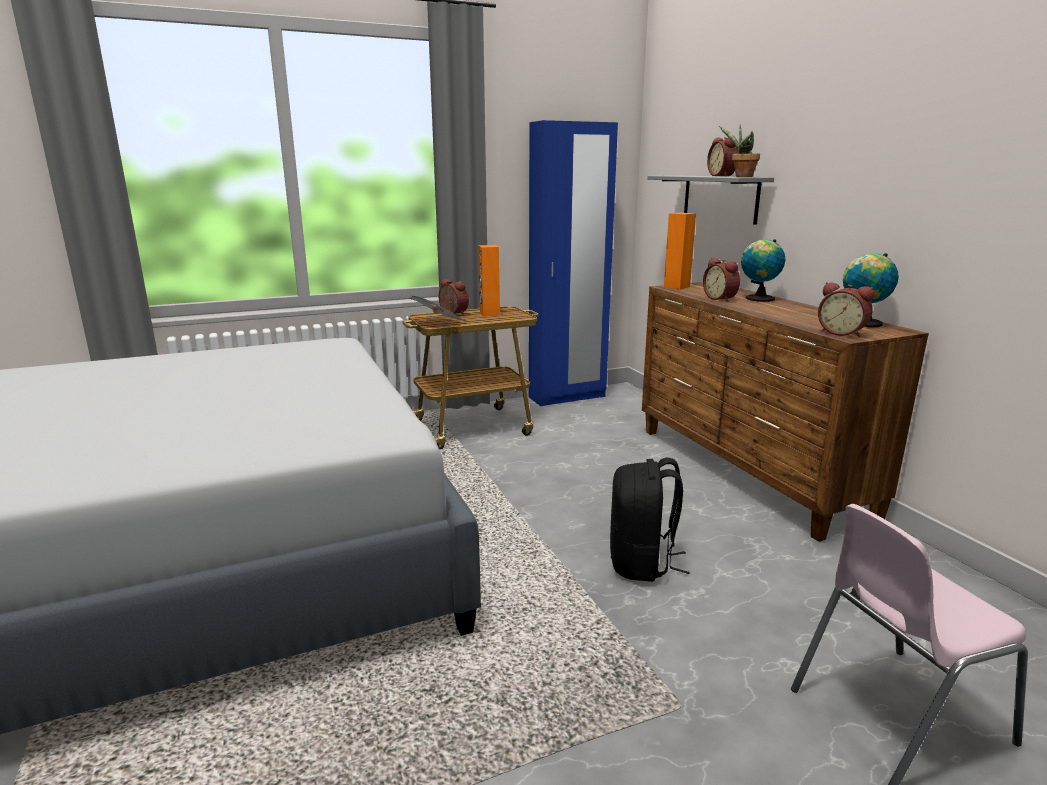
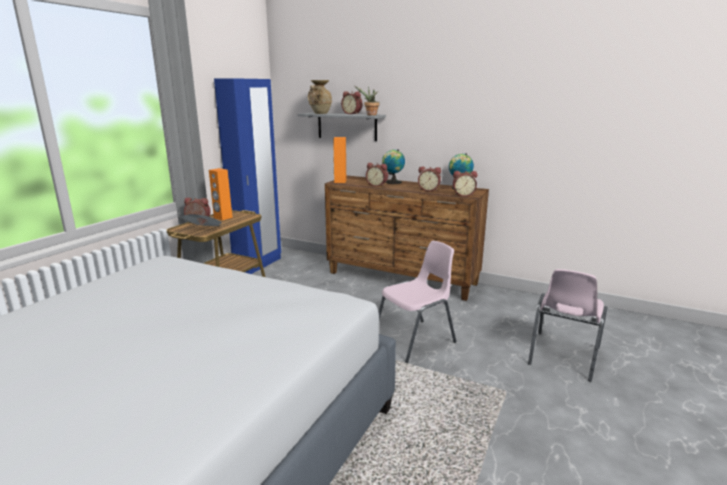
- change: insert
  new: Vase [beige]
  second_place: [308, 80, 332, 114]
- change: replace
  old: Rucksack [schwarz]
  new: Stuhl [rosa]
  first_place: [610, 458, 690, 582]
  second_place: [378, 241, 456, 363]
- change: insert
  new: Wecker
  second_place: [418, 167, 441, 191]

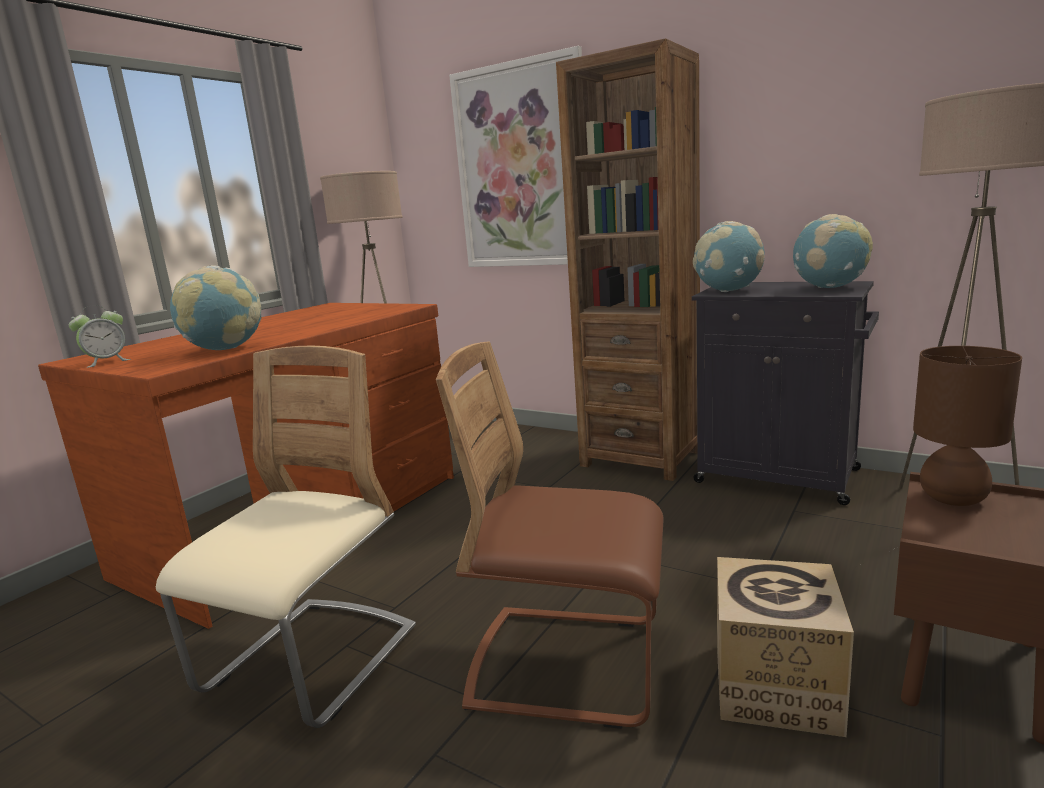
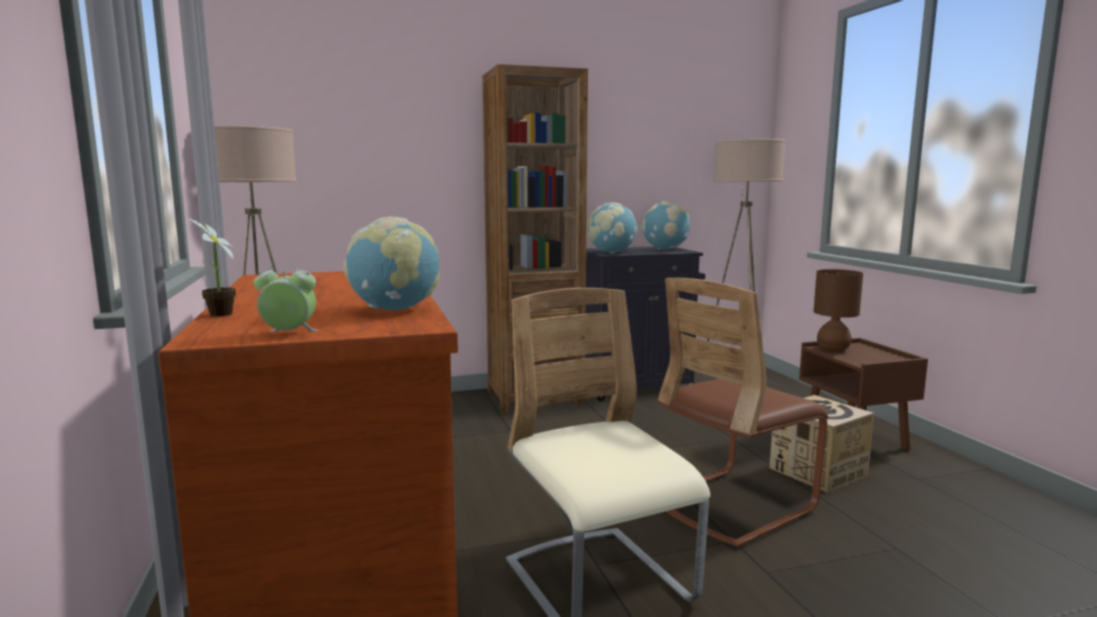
- change: insert
  new: Topfpflanze
  second_place: [188, 218, 236, 317]
- change: rotate
  old: Wecker
  first_place: [69, 305, 131, 368]
  second_place: [253, 261, 319, 332]
  degrees: -90
- change: delete
  old: Bild
  first_place: [449, 46, 582, 267]

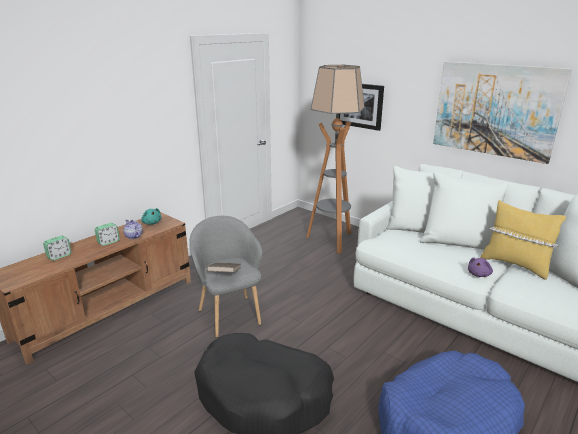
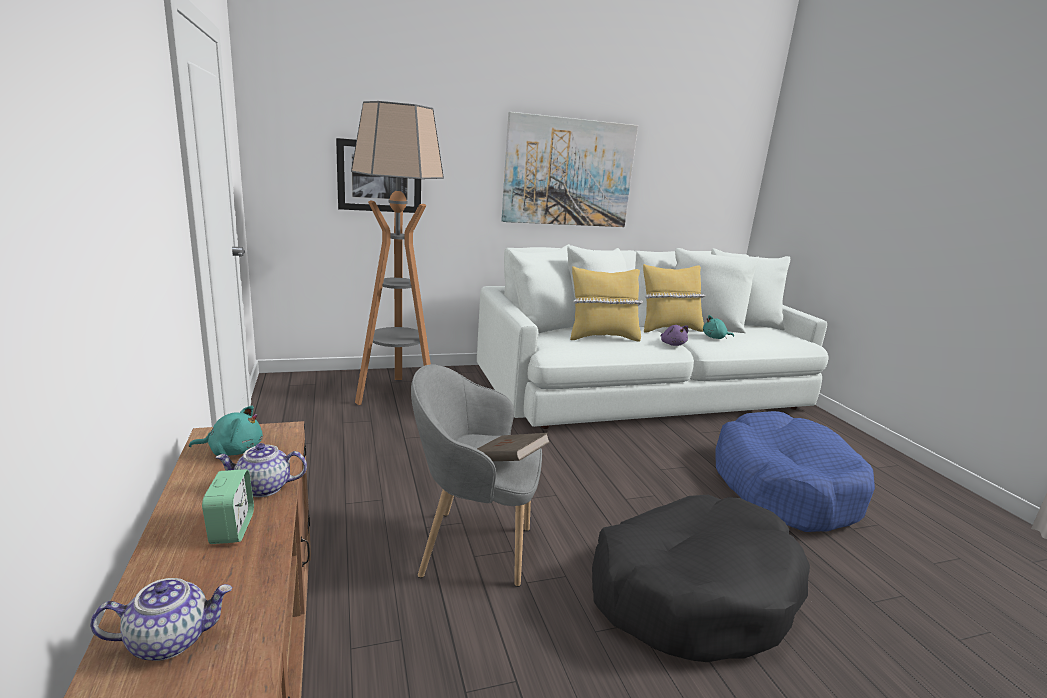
- change: replace
  old: Wecker
  new: Teekanne
  first_place: [43, 235, 72, 261]
  second_place: [90, 578, 232, 661]
- change: insert
  new: Kissen [gelb]
  second_place: [570, 266, 643, 342]
- change: insert
  new: Plüschtier [türkis]
  second_place: [703, 315, 734, 339]

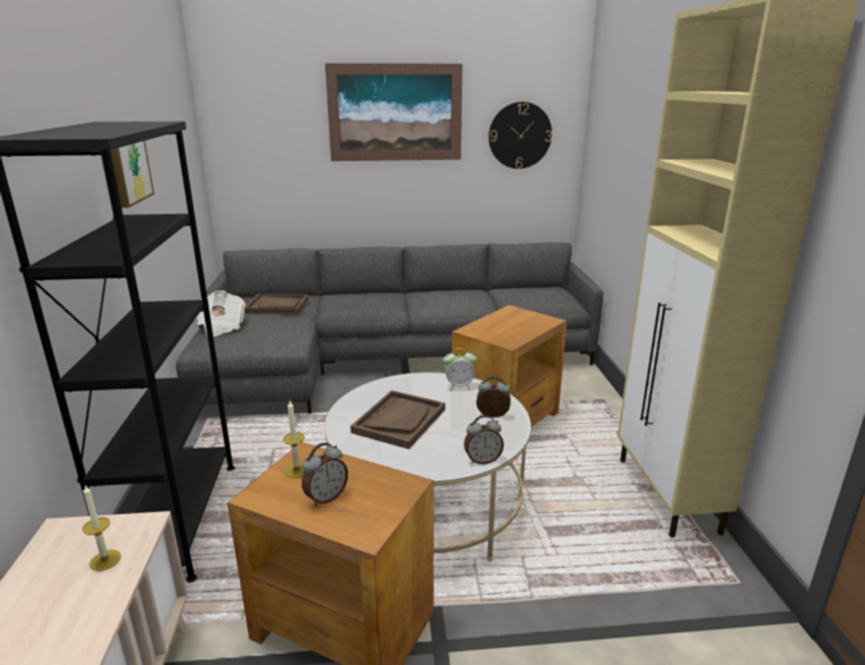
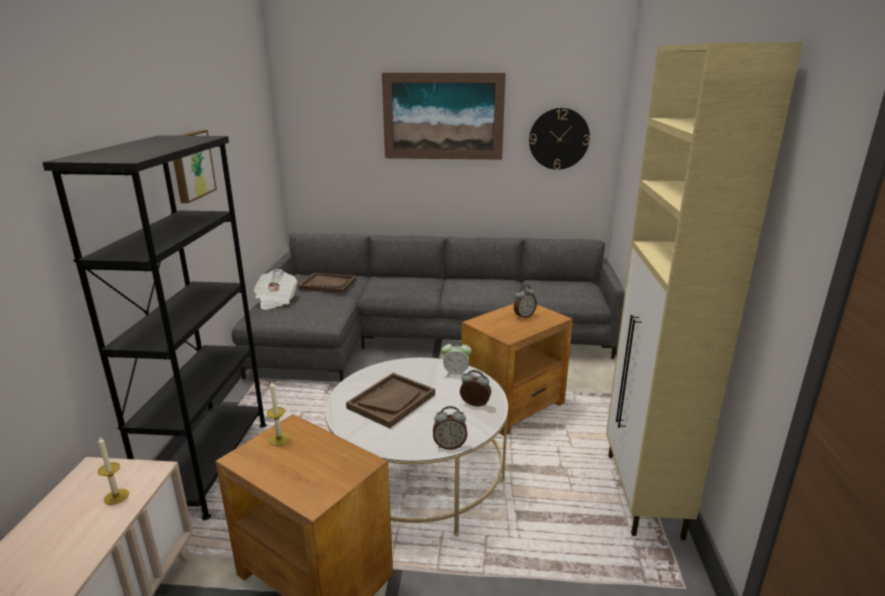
- change: move
  old: Wecker
  first_place: [302, 443, 348, 506]
  second_place: [514, 285, 537, 319]

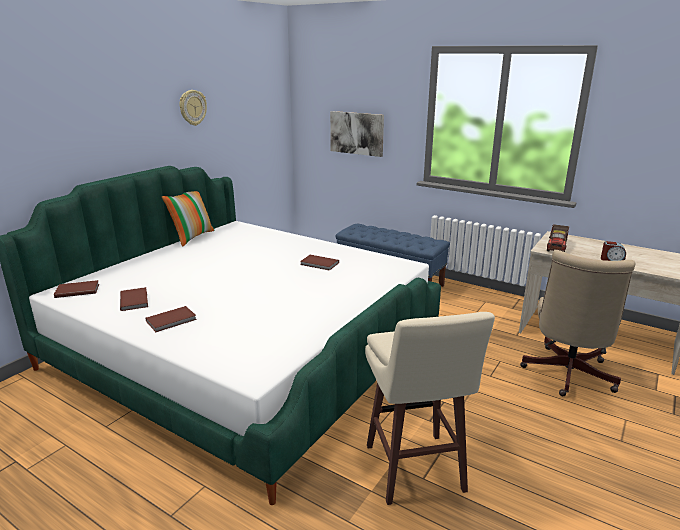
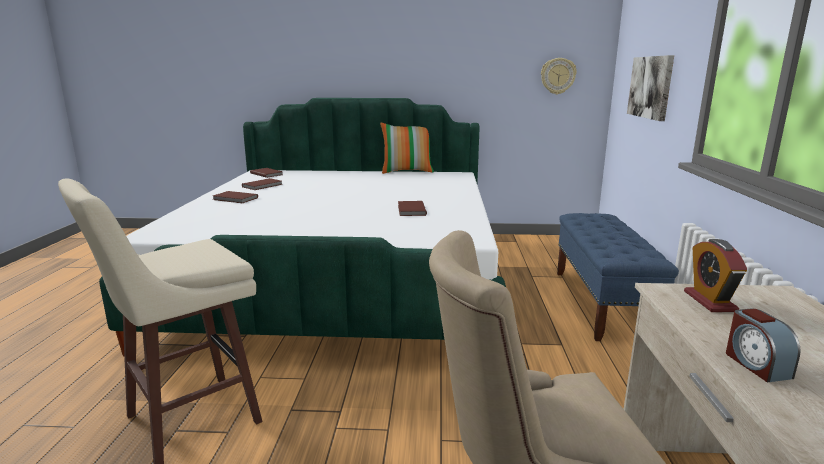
- change: move
  old: Wanduhr
  first_place: [179, 90, 207, 126]
  second_place: [541, 58, 577, 95]
- change: replace
  old: Spielzeuglaster
  new: Wecker
  first_place: [547, 224, 569, 252]
  second_place: [684, 239, 747, 312]

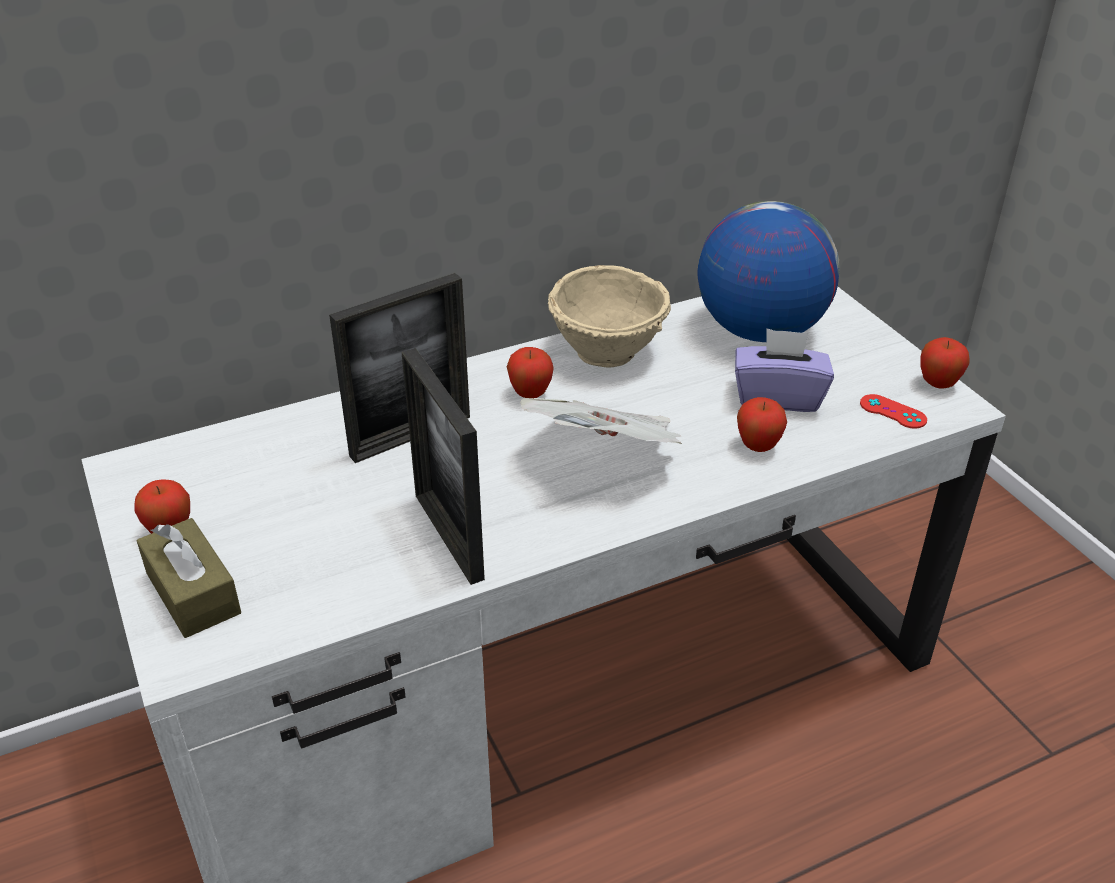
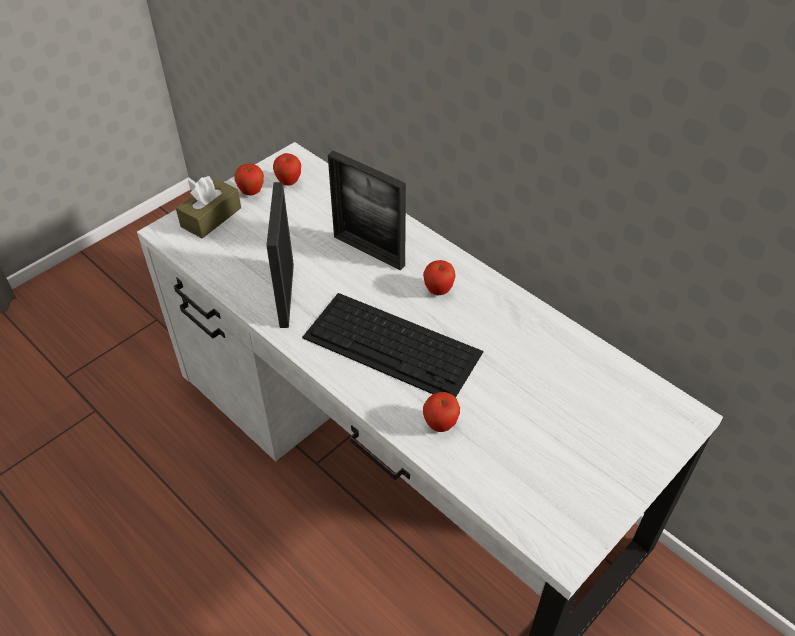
- change: rotate
  old: Bilderrahmen
  first_place: [401, 348, 485, 585]
  second_place: [266, 182, 294, 328]
  degrees: -45
- change: move
  old: Apfel
  first_place: [921, 337, 969, 389]
  second_place: [273, 153, 301, 186]
- change: replace
  old: Zeitung
  new: Tastatur
  first_place: [520, 398, 681, 444]
  second_place: [302, 293, 483, 397]
- change: delete
  old: Schüssel [beige]
  first_place: [548, 265, 671, 368]
- change: delete
  old: Globus
  first_place: [698, 201, 840, 342]
- change: delete
  old: Taschentuchbox [lila]
  first_place: [735, 328, 834, 412]
- change: delete
  old: Gamepad [rot]
  first_place: [860, 394, 927, 429]

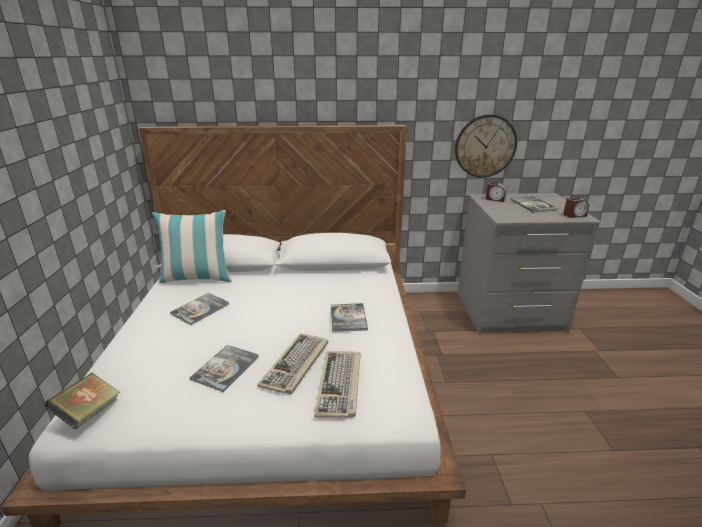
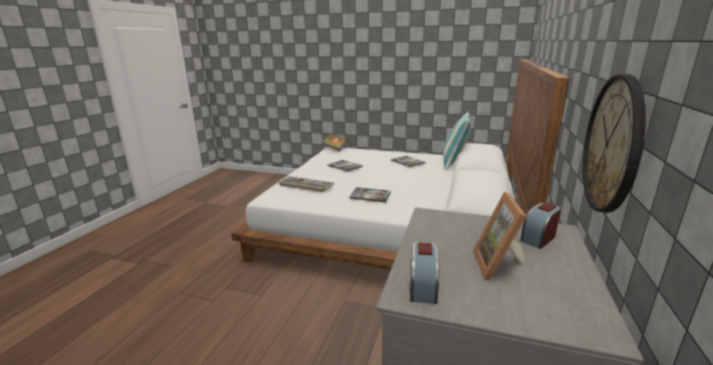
- change: replace
  old: Buch
  new: Bilderrahmen
  first_place: [511, 196, 558, 213]
  second_place: [473, 192, 527, 281]
- change: delete
  old: Tastatur
  first_place: [257, 333, 328, 394]

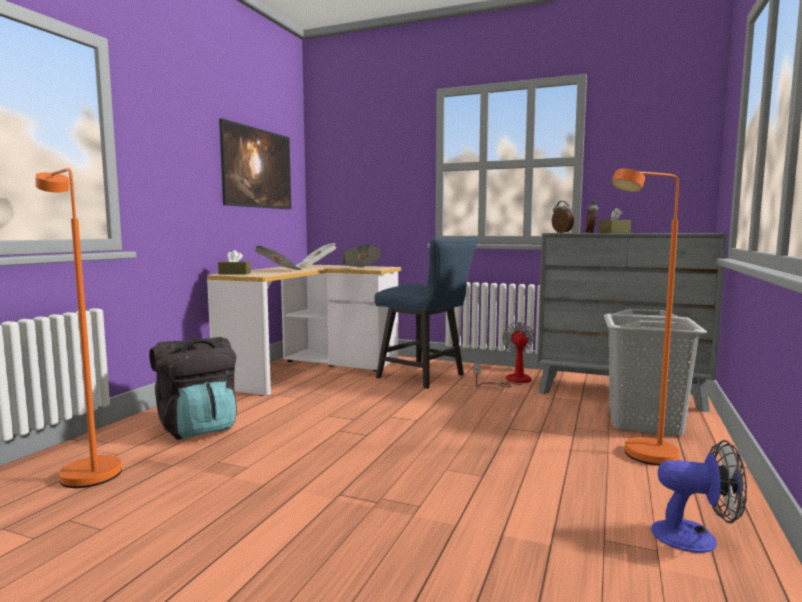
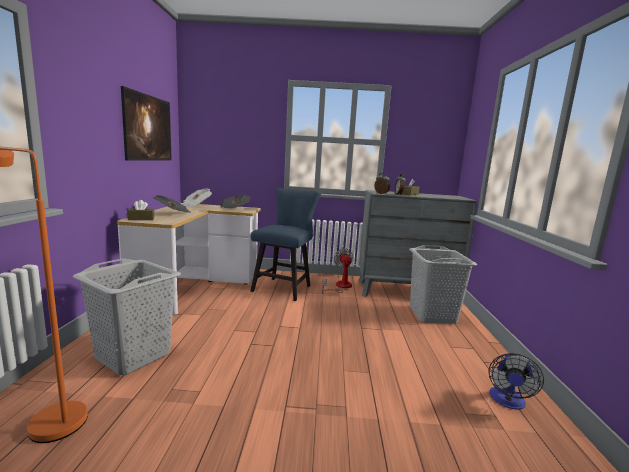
- change: replace
  old: Rucksack [schwarz]
  new: Wäschekorb [grau]
  first_place: [149, 337, 237, 440]
  second_place: [73, 258, 181, 375]
- change: rotate
  old: Stuhl [blau]
  first_place: [374, 237, 478, 389]
  second_place: [250, 188, 321, 301]
  degrees: -90
- change: rotate
  old: Ventilator
  first_place: [651, 440, 747, 553]
  second_place: [488, 353, 544, 409]
  degrees: 120
- change: delete
  old: Stehlampe [orange]
  first_place: [611, 168, 679, 465]

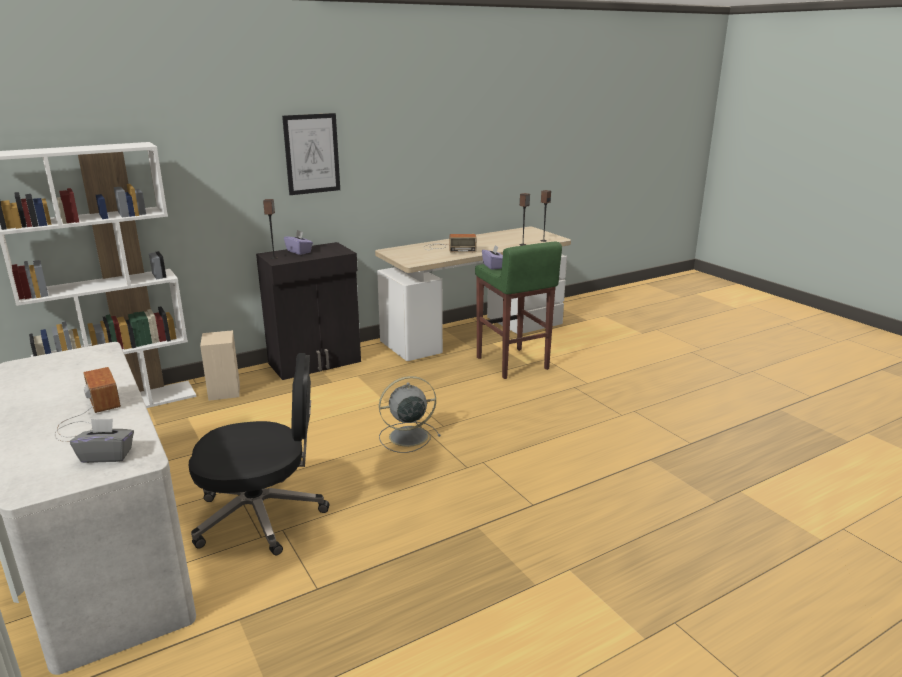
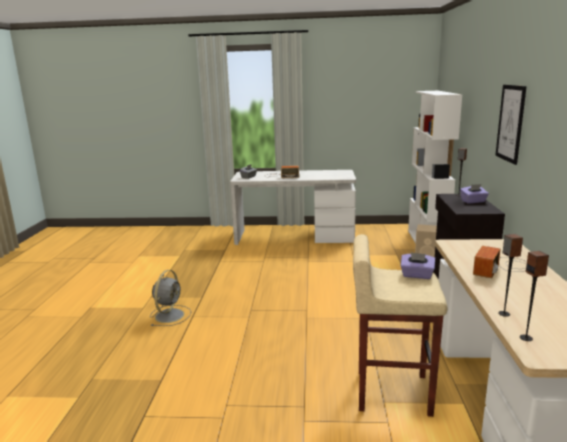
- change: move
  old: Ventilator [grau]
  first_place: [379, 376, 441, 453]
  second_place: [150, 270, 191, 326]
- change: recolor
  old: Hocker [grün]
  new: Hocker [beige]
  first_place: [475, 242, 562, 379]
  second_place: [353, 234, 448, 417]
- change: delete
  old: Bürostuhl [schwarz]
  first_place: [189, 353, 330, 555]

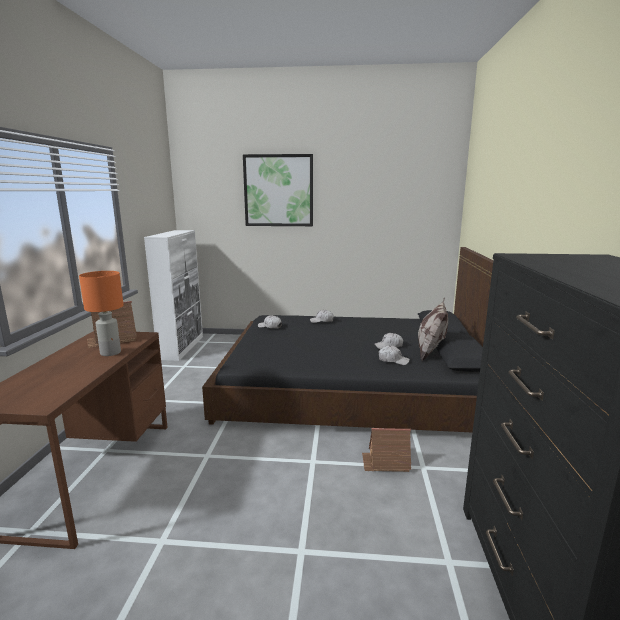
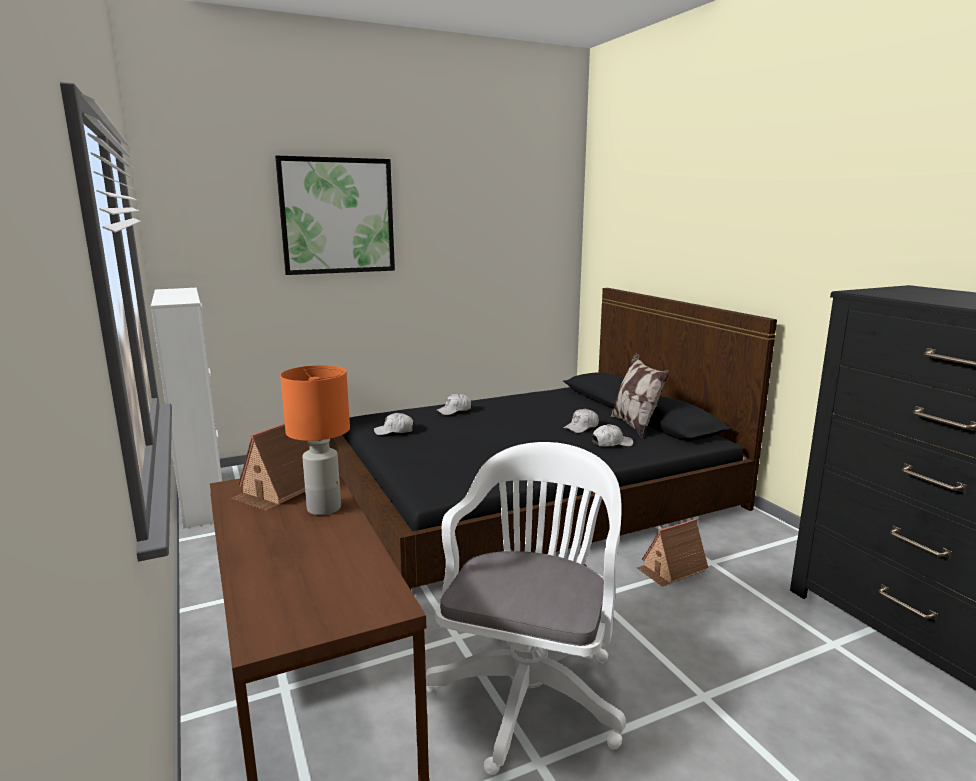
- change: insert
  new: Bürostuhl [weiß]
  second_place: [426, 442, 626, 775]

